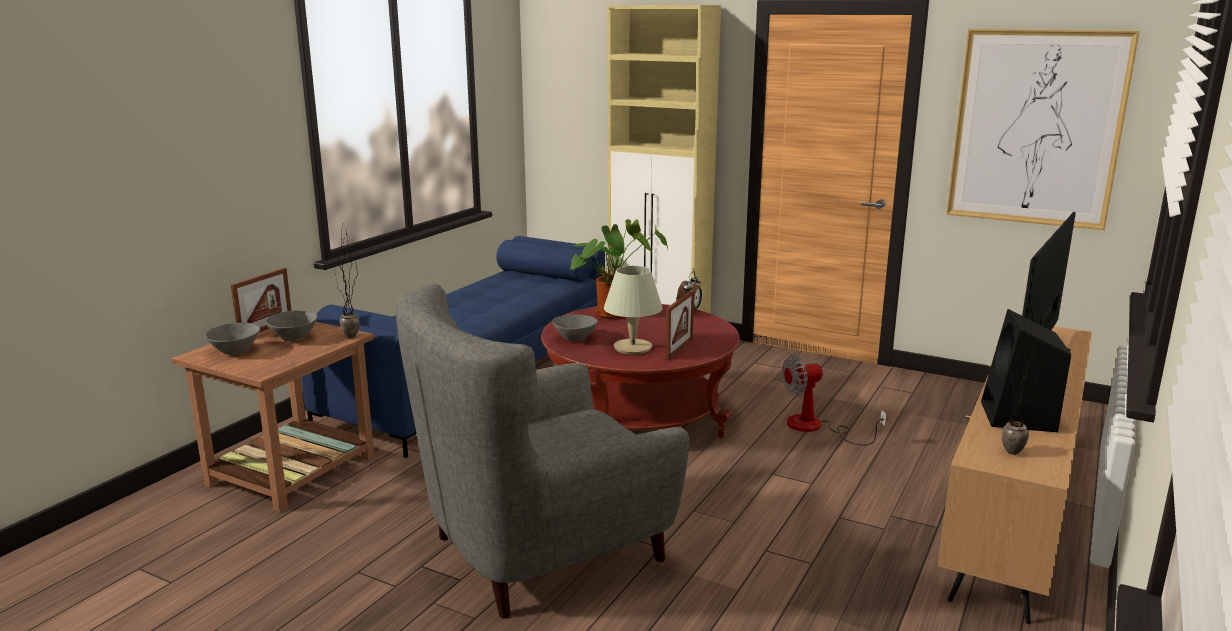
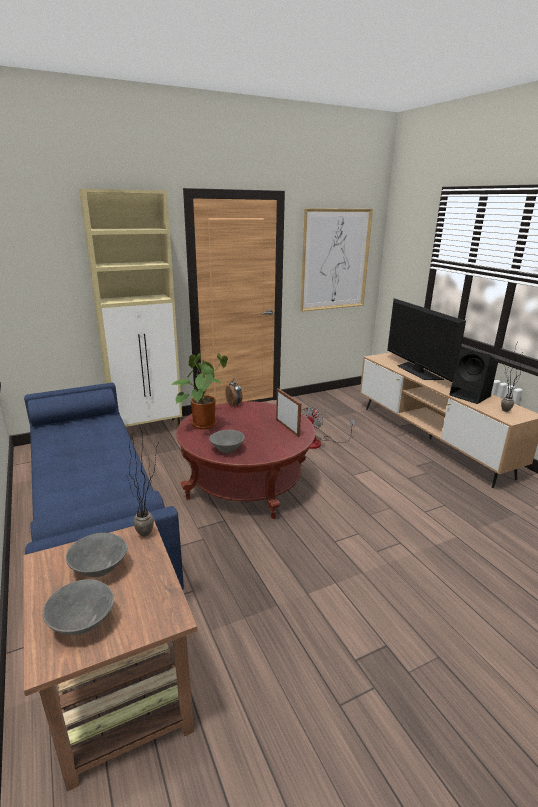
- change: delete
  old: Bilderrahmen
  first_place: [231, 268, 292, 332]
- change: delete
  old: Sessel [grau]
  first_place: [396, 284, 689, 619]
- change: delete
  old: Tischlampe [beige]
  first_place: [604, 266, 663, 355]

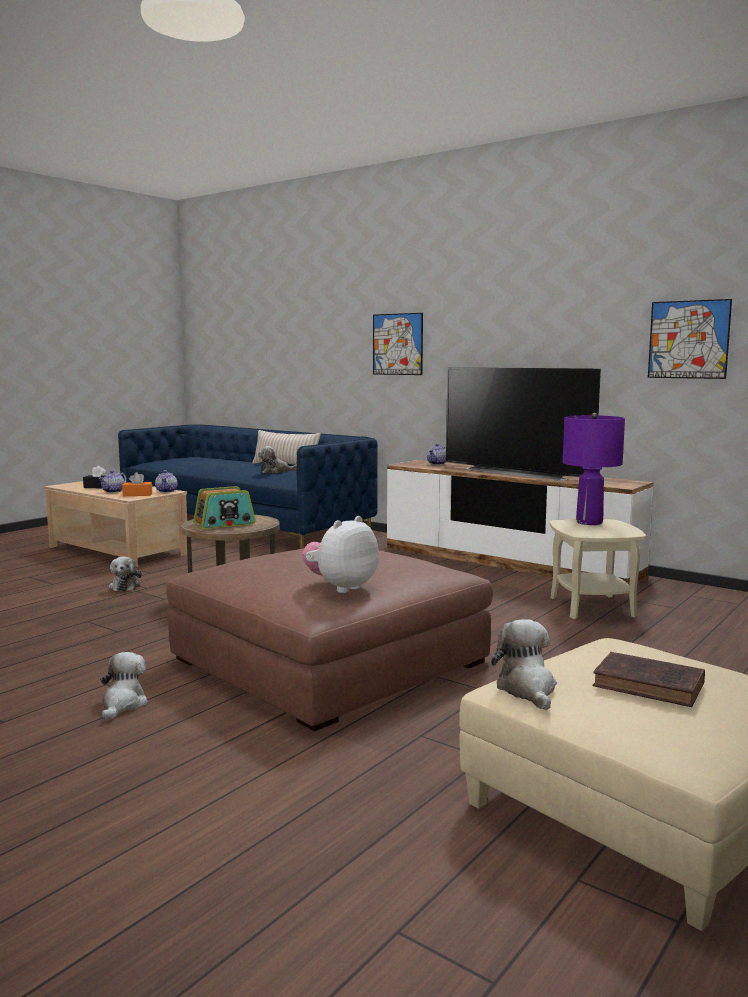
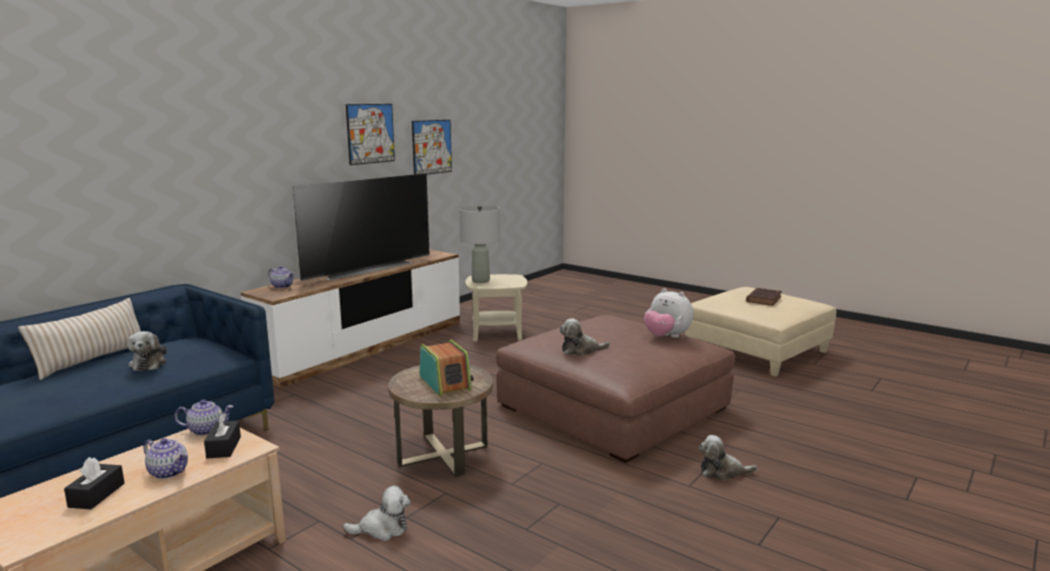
- change: recolor
  old: Taschentuchbox [orange]
  new: Taschentuchbox [schwarz]
  first_place: [122, 472, 152, 496]
  second_place: [204, 413, 241, 458]
- change: move
  old: Bild
  first_place: [373, 313, 423, 375]
  second_place: [346, 104, 395, 165]
- change: recolor
  old: Tischlampe [lila]
  new: Tischlampe [grau]
  first_place: [563, 413, 625, 525]
  second_place: [459, 205, 500, 283]
- change: move
  old: Plüschtier
  first_place: [491, 619, 557, 710]
  second_place: [560, 318, 610, 356]

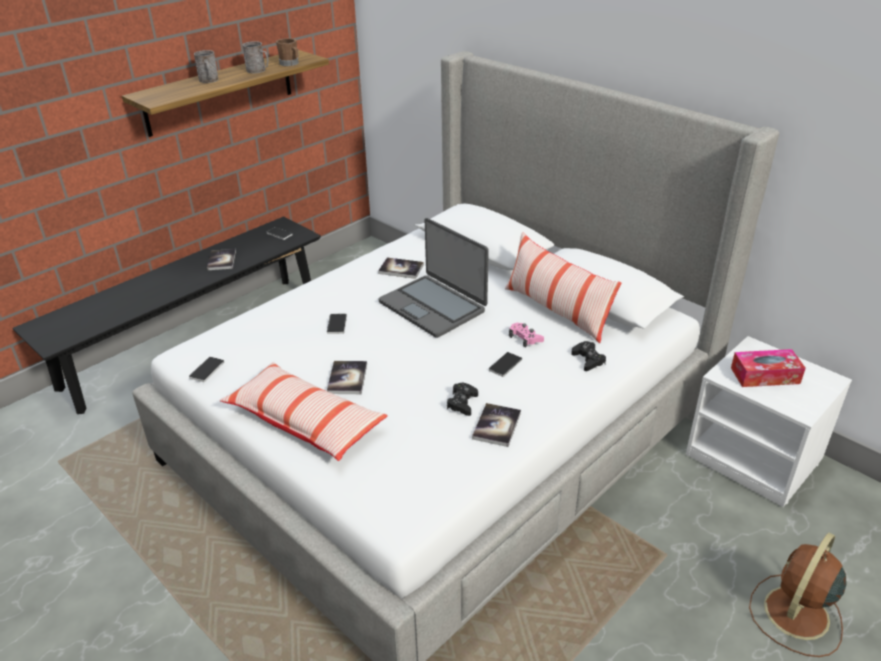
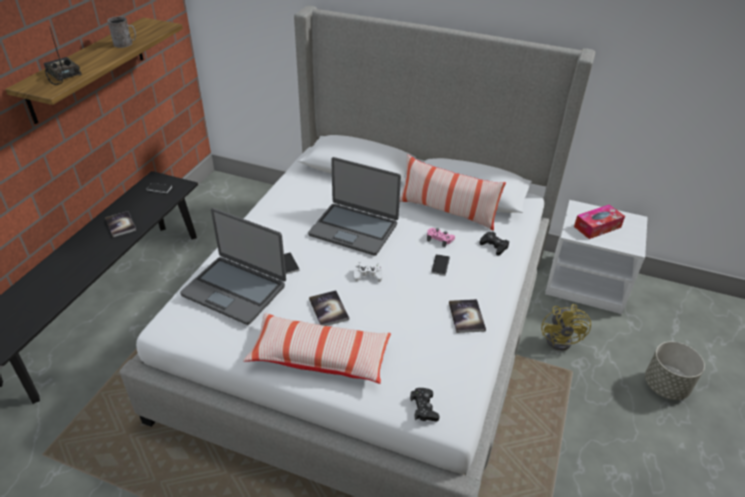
- change: insert
  new: Radio
  second_place: [44, 26, 82, 85]
- change: insert
  new: Laptop
  second_place: [180, 208, 286, 325]
- change: insert
  new: Gamepad [weiß]
  second_place: [354, 262, 382, 282]
- change: move
  old: Gamepad [schwarz]
  first_place: [447, 383, 478, 416]
  second_place: [410, 388, 440, 421]
- change: insert
  new: Ventilator [gelb]
  second_place: [541, 304, 591, 351]
- change: replace
  old: Ventilator [braun]
  new: Pflanzkübel [grau]
  first_place: [749, 532, 846, 657]
  second_place: [645, 341, 705, 400]
- change: delete
  old: Handy
  first_place: [189, 357, 224, 382]
- change: delete
  old: Henkelbecher [grau]
  first_place: [194, 50, 219, 83]
- change: delete
  old: Henkelbecher [braun]
  first_place: [276, 38, 299, 67]
- change: delete
  old: Buch
  first_place: [378, 258, 424, 279]

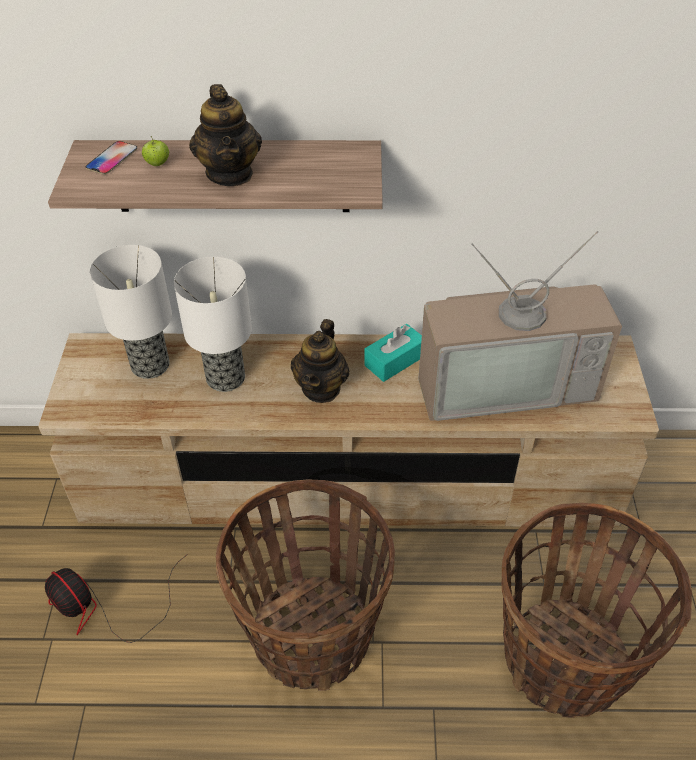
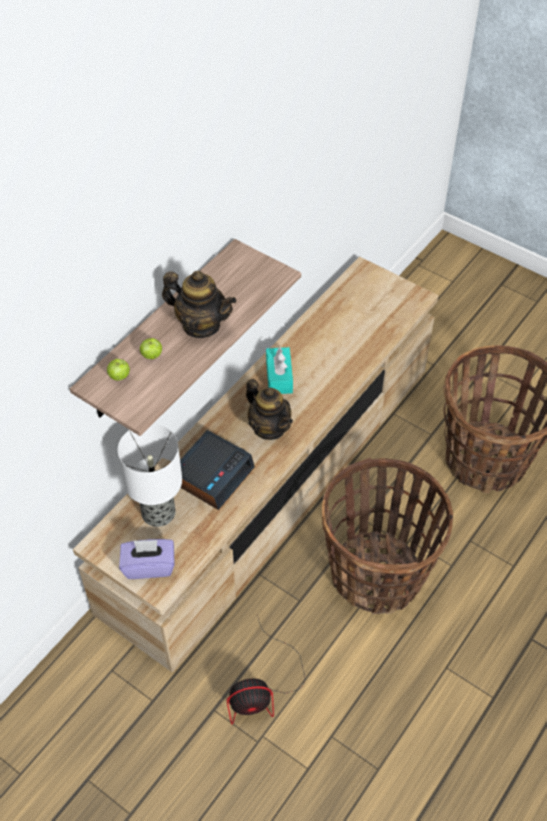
- change: replace
  old: Handy
  new: Apfel
  first_place: [85, 141, 138, 175]
  second_place: [107, 359, 130, 381]
- change: insert
  new: Taschentuchbox [lila]
  second_place: [119, 539, 175, 579]
- change: replace
  old: Tischlampe
  new: Wecker
  first_place: [174, 257, 252, 392]
  second_place: [180, 430, 255, 510]
- change: delete
  old: Fernseher
  first_place: [418, 231, 622, 421]

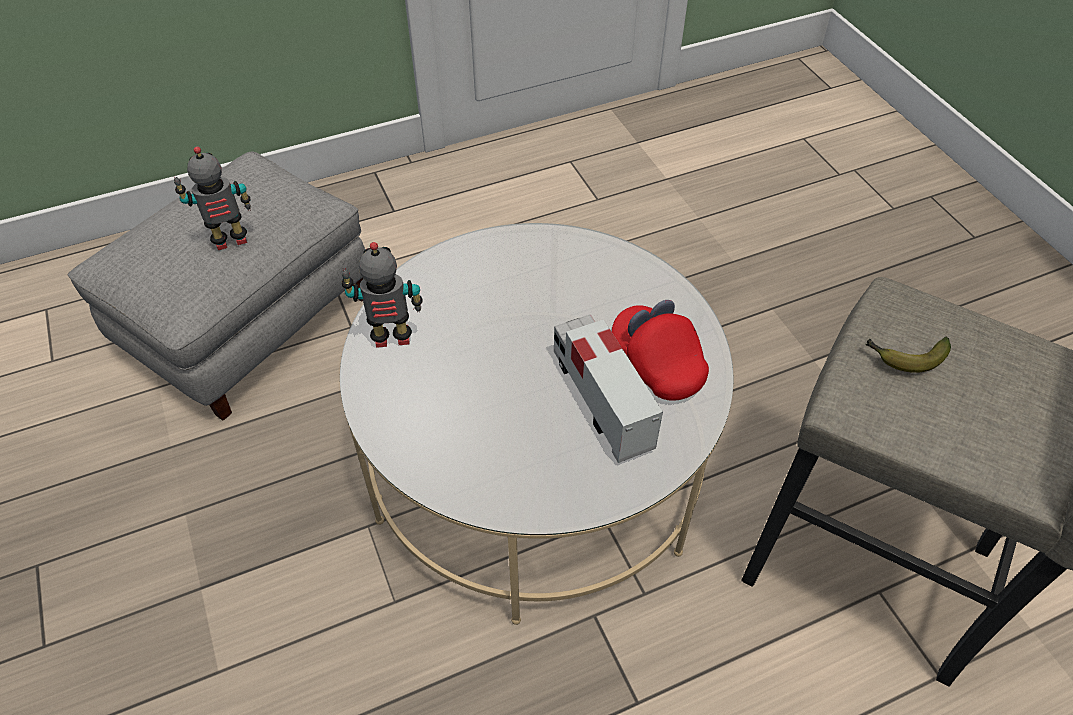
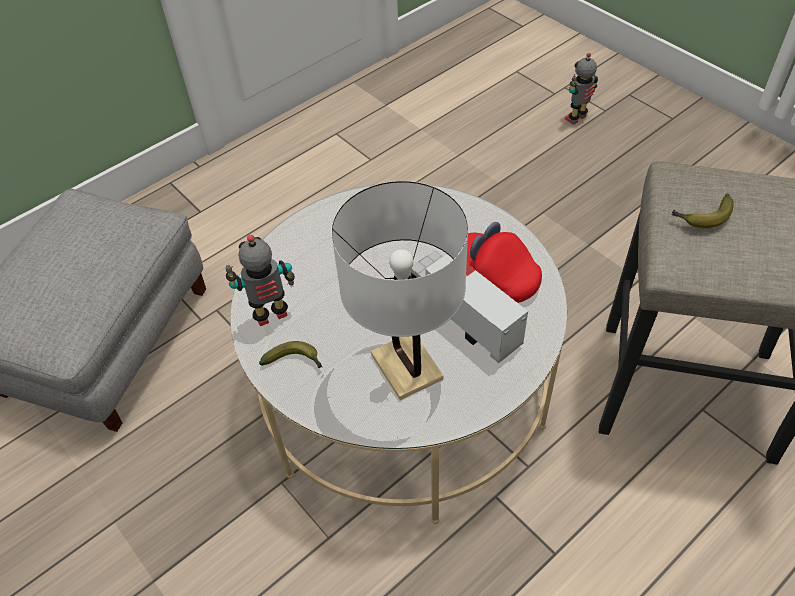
- change: insert
  new: Banane
  second_place: [259, 341, 322, 368]
- change: insert
  new: Tischlampe [weiß]
  second_place: [331, 181, 468, 400]
- change: move
  old: Spielzeugroboter
  first_place: [174, 147, 251, 250]
  second_place: [565, 53, 598, 125]

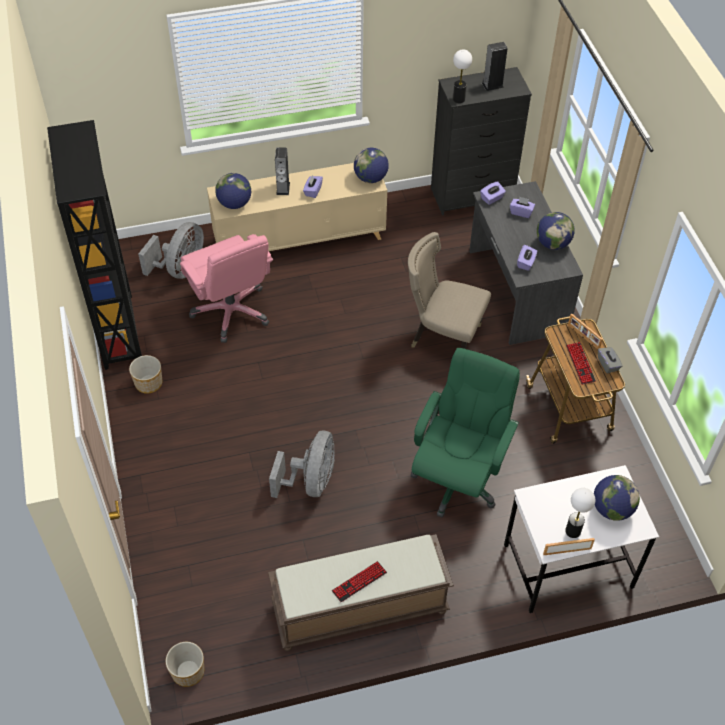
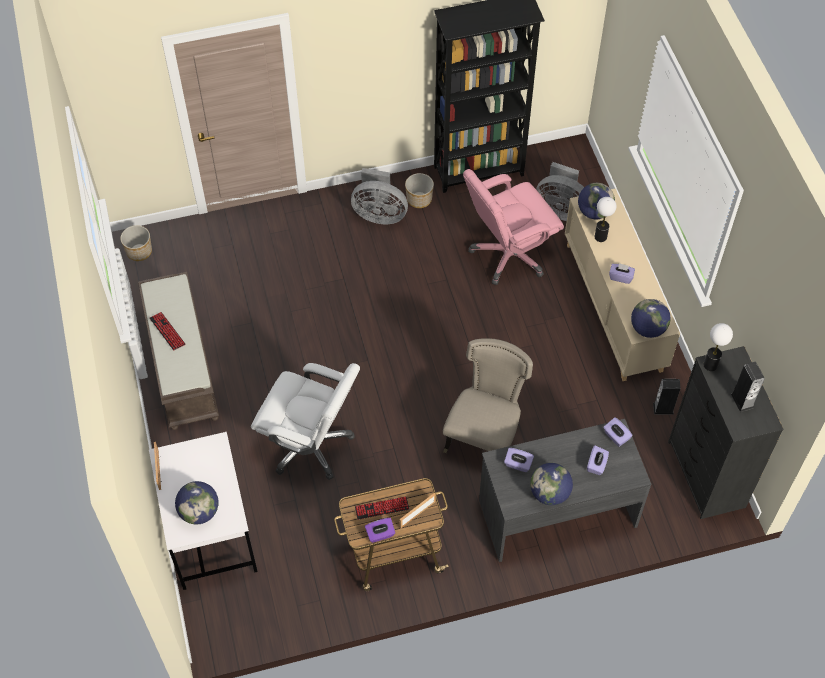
- change: recolor
  old: Bürostuhl [grün]
  new: Bürostuhl [weiß]
  first_place: [411, 348, 520, 517]
  second_place: [251, 363, 360, 480]
- change: move
  old: Ventilator [grau]
  first_place: [269, 431, 335, 498]
  second_place: [351, 168, 408, 224]
- change: recolor
  old: Taschentuchbox [grau]
  new: Taschentuchbox [lila]
  first_place: [598, 347, 623, 373]
  second_place: [365, 518, 395, 543]
- change: move
  old: Tischlampe
  first_place: [565, 488, 595, 538]
  second_place: [595, 197, 617, 242]
- change: move
  old: Lautsprecher
  first_place: [275, 147, 290, 195]
  second_place: [653, 379, 681, 415]

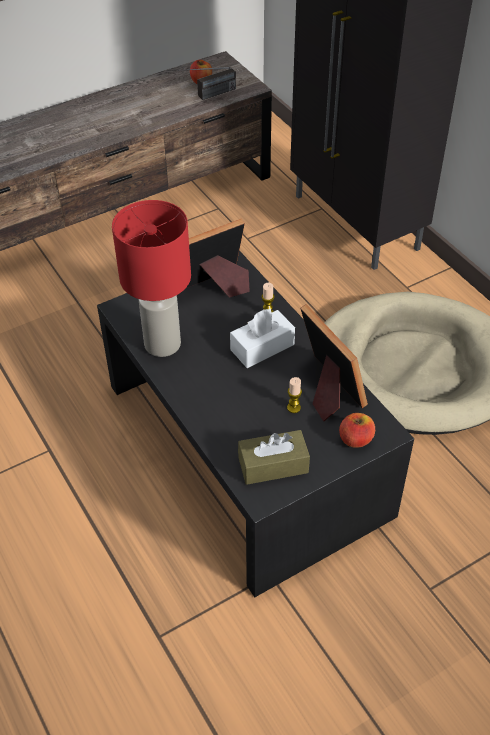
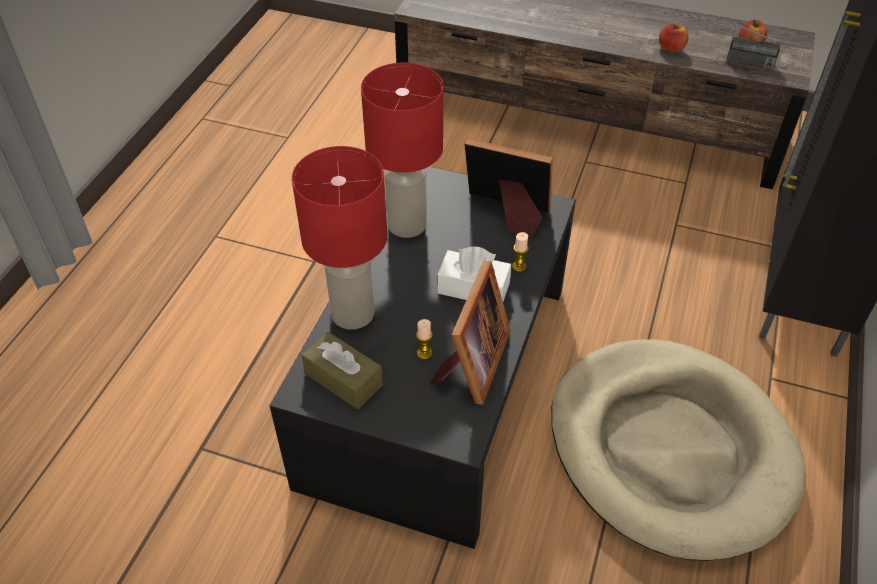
- change: insert
  new: Tischlampe [rot]
  second_place: [292, 146, 387, 330]
- change: move
  old: Apfel
  first_place: [339, 413, 375, 448]
  second_place: [659, 23, 689, 52]

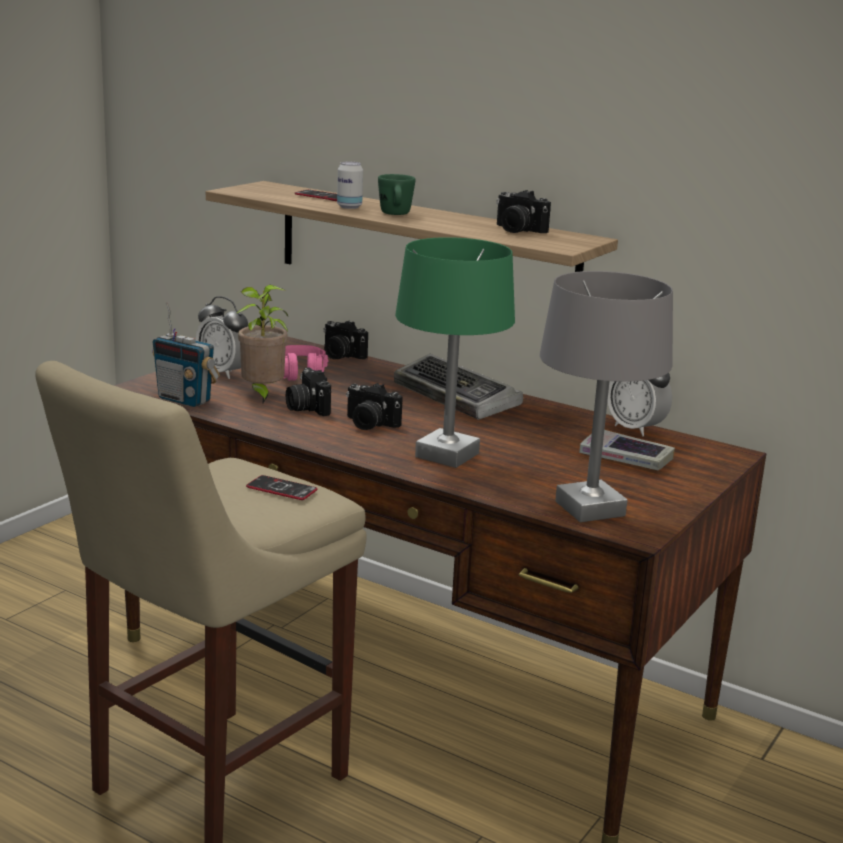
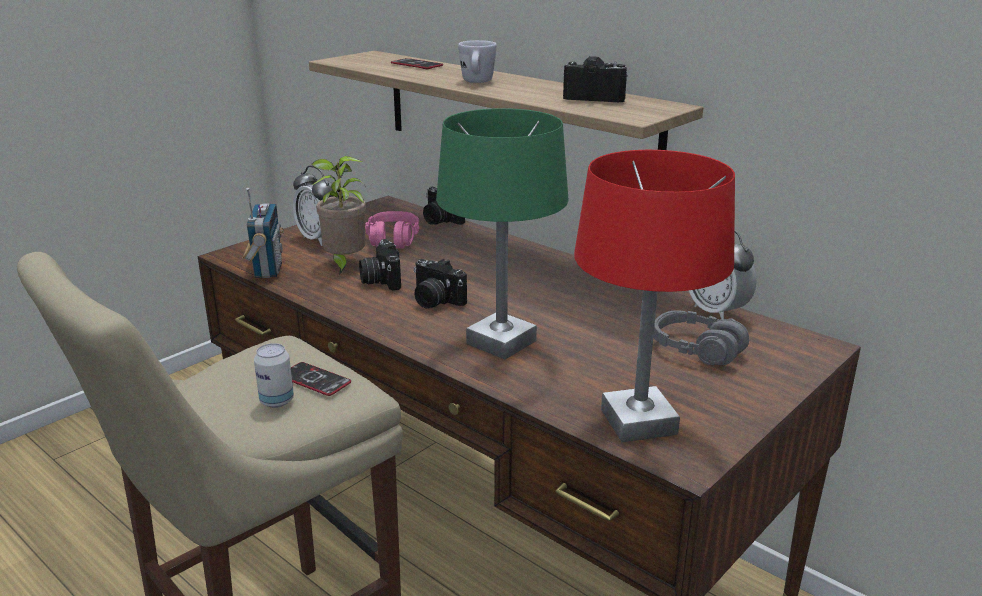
- change: rotate
  old: Radio
  first_place: [152, 303, 220, 407]
  second_place: [243, 188, 284, 278]
  degrees: -135
- change: move
  old: Dose
  first_place: [337, 162, 363, 209]
  second_place: [254, 343, 294, 408]
- change: recolor
  old: Henkelbecher [grün]
  new: Henkelbecher [weiß]
  first_place: [378, 174, 415, 215]
  second_place: [458, 40, 497, 83]
- change: rotate
  old: Kamera
  first_place: [496, 190, 551, 233]
  second_place: [563, 56, 628, 102]
  degrees: 150
- change: recolor
  old: Tischlampe [grau]
  new: Tischlampe [rot]
  first_place: [540, 271, 673, 522]
  second_place: [574, 150, 735, 442]
- change: replace
  old: Buch
  new: Kopfhörer [grau]
  first_place: [579, 430, 675, 471]
  second_place: [653, 310, 749, 365]
- change: delete
  old: Tastatur
  first_place: [394, 354, 523, 420]

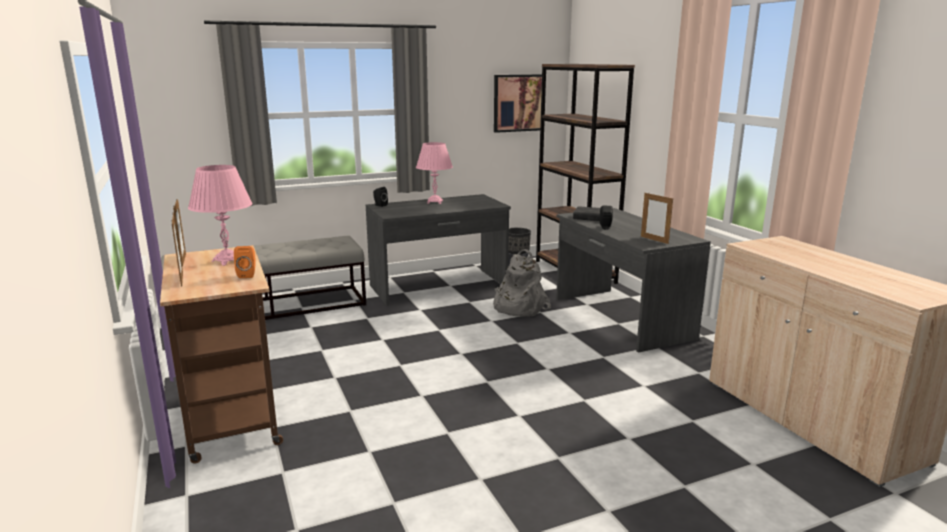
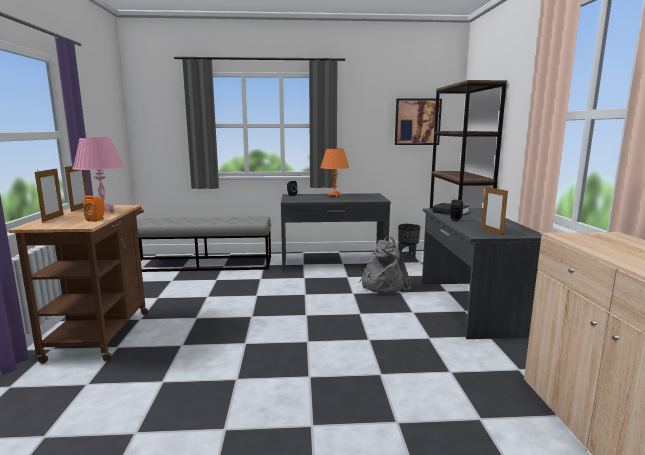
- change: recolor
  old: Tischlampe [rosa]
  new: Tischlampe [orange]
  first_place: [416, 142, 453, 204]
  second_place: [320, 149, 349, 197]

